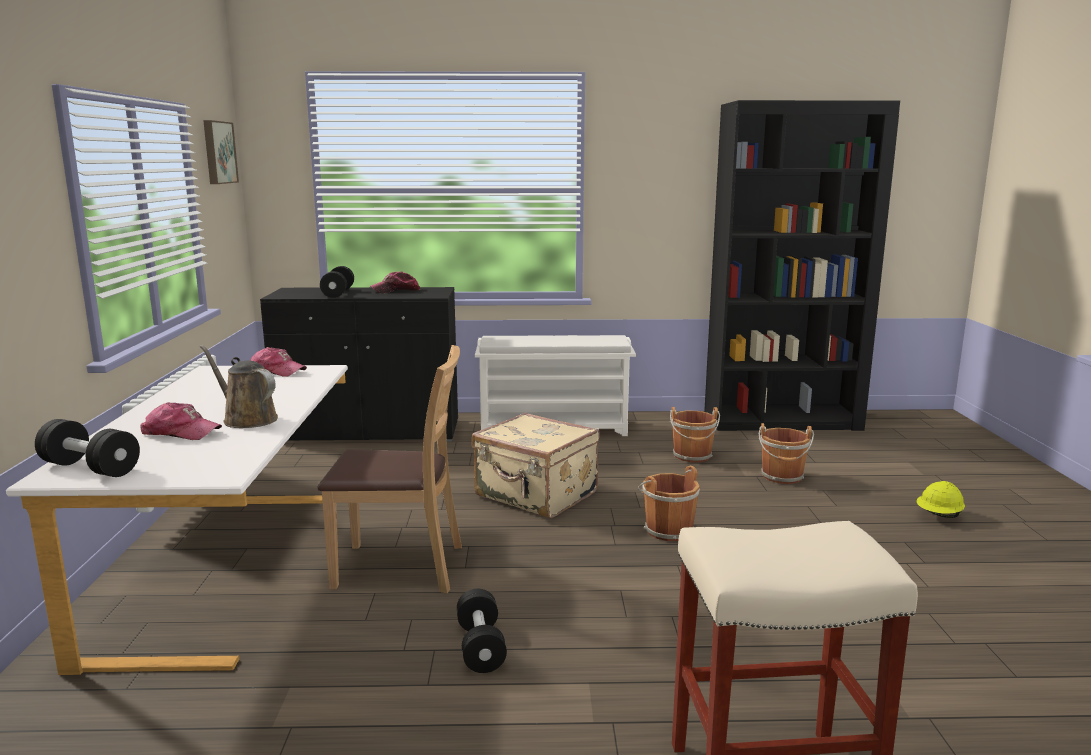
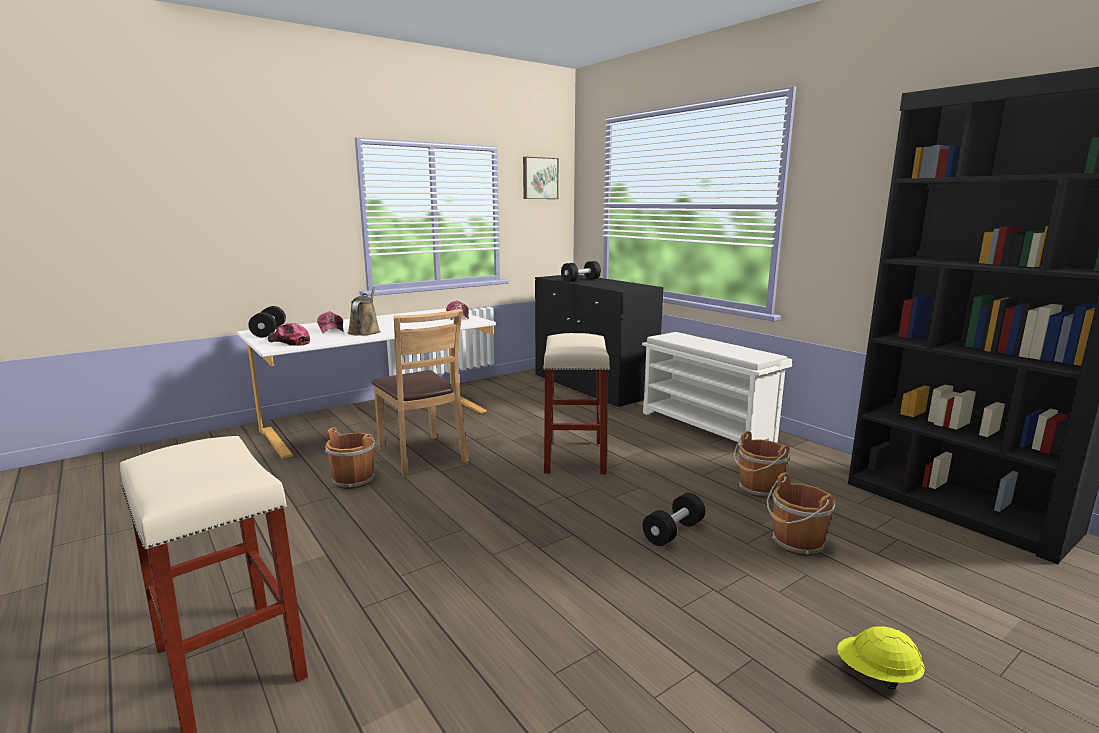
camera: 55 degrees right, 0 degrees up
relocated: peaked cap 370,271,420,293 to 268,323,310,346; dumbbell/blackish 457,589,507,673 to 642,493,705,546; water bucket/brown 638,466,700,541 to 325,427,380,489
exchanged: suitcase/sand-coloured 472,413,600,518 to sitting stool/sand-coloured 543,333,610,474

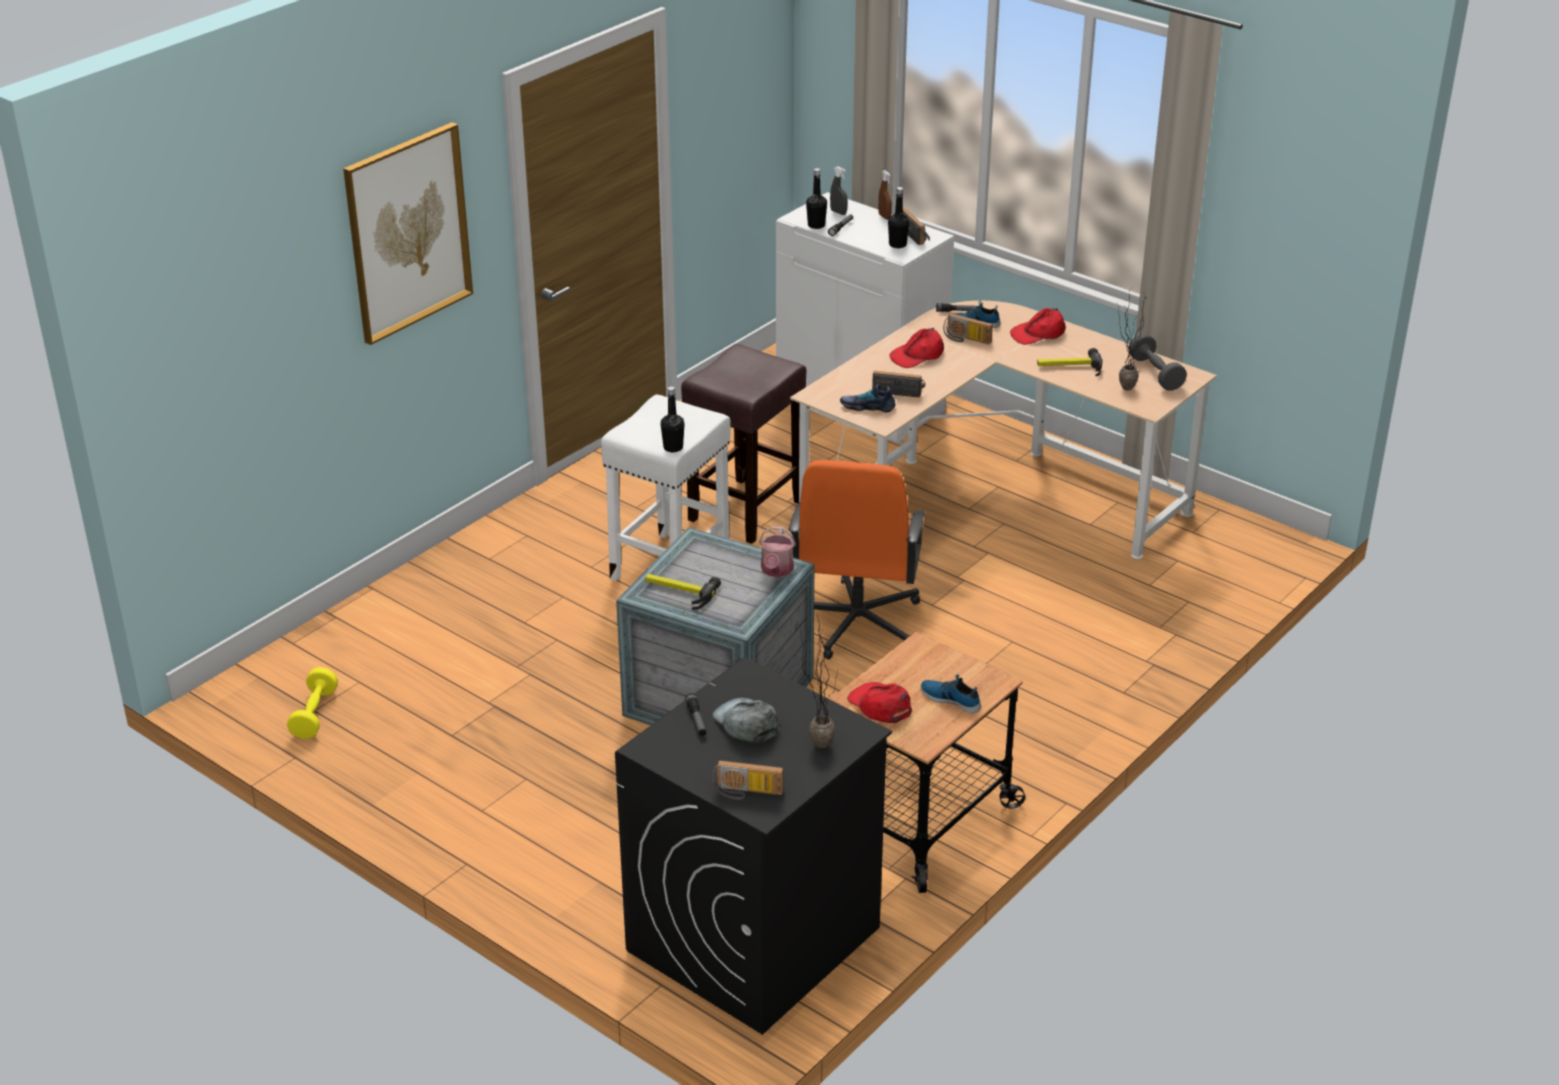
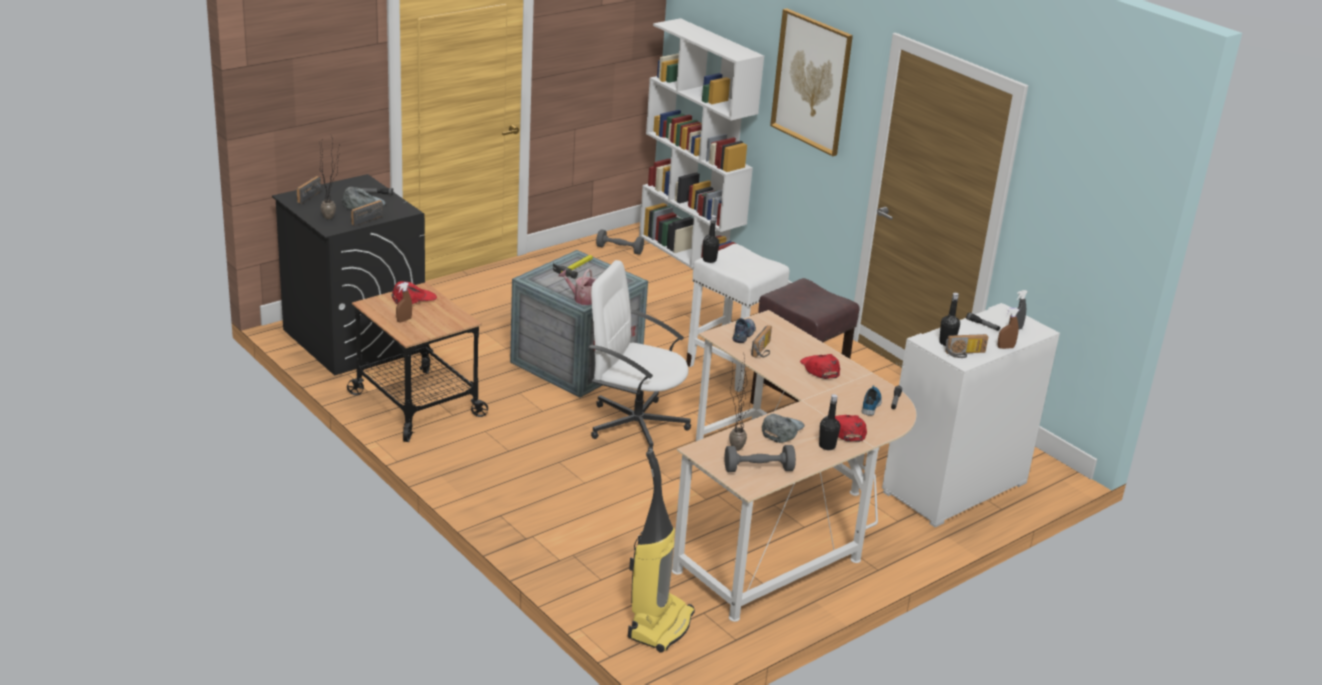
camera: 100 degrees right, 5 degrees down
appeared: hoover 628,450,695,653; shelving unit/white 639,18,764,269
relocated: drink bottle/blackish 806,168,827,229 to 819,394,841,450; radio receiver 943,313,993,344 to 351,200,383,226
exchanged: item of footwear 921,674,981,714 to sprayer/brown 396,282,412,322; hammer 1037,348,1103,377 to peaked cap/gray 762,414,805,443
colour: dumbbell/yellow 287,667,338,739 to dumbbell/gray 596,229,644,255; office chair/orange-coloured 789,460,926,660 to office chair/white 588,260,691,451

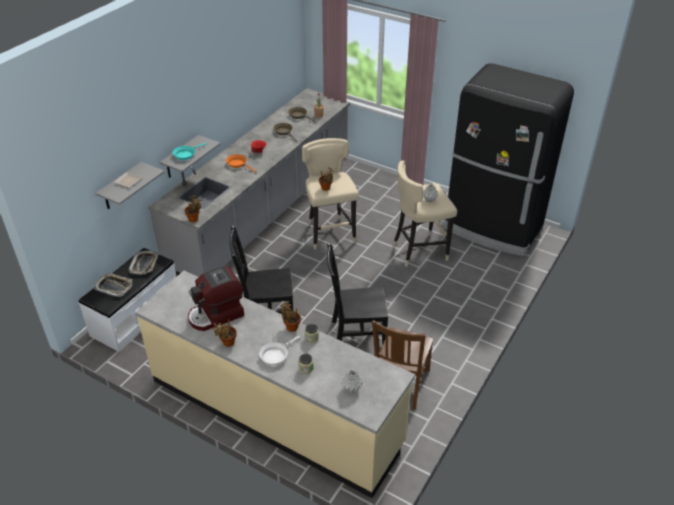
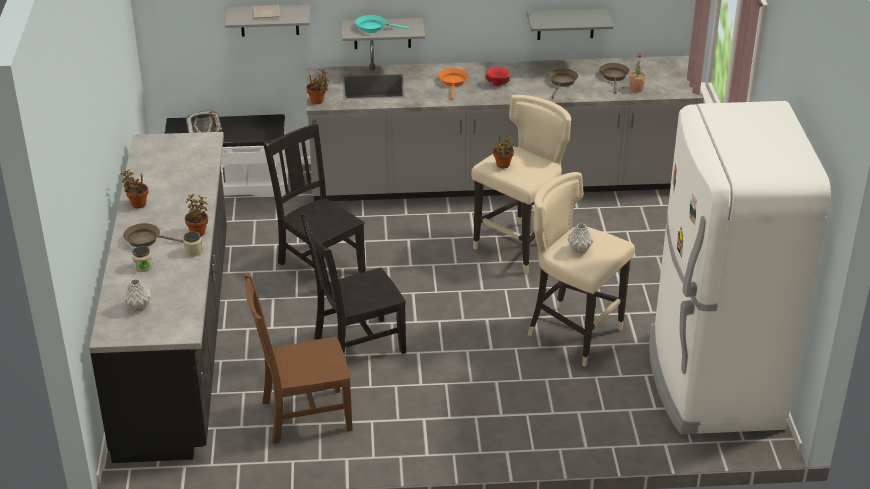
camera: 55 degrees right, 5 degrees down
missing: tray 129,251,159,275; coffee maker 188,266,244,331
appeared: bracket shelf/gray 527,9,613,40
colour: kitchen counter/sand-coloured 136,271,415,498 to kitchen counter/blackish 89,132,227,463; frying pan/white 259,336,300,365 to frying pan/brown 123,223,183,247; kitchen fridge/blackish 442,63,574,256 to kitchen fridge/white 649,101,831,434
spun: upright chair/blackish 327,243,388,346 = 300,212,406,354 75 degrees counterclockwise

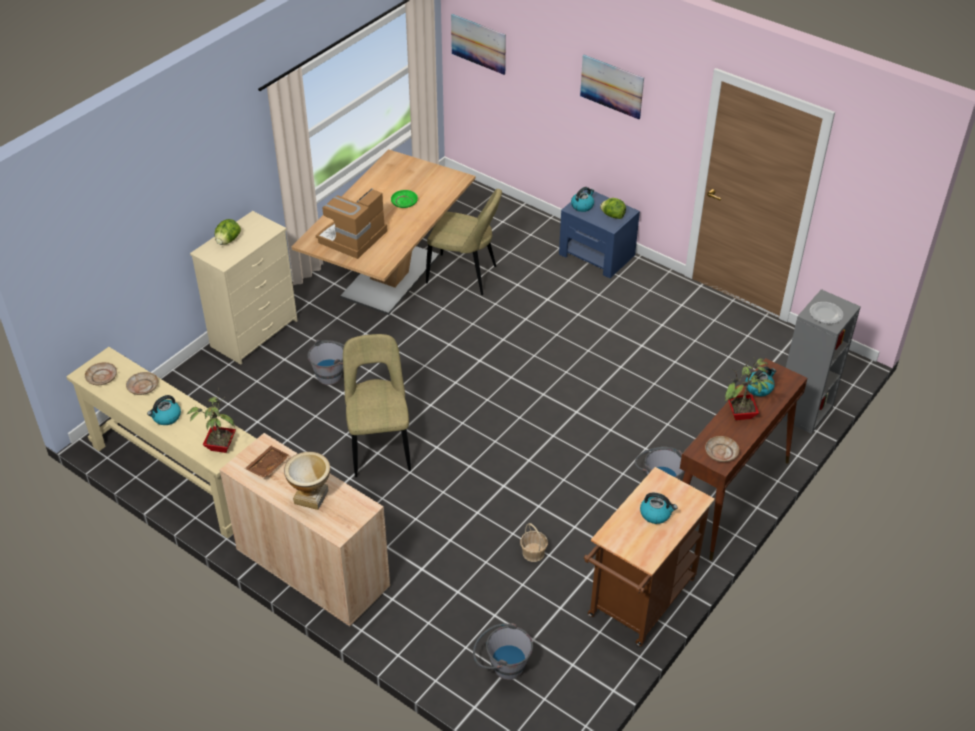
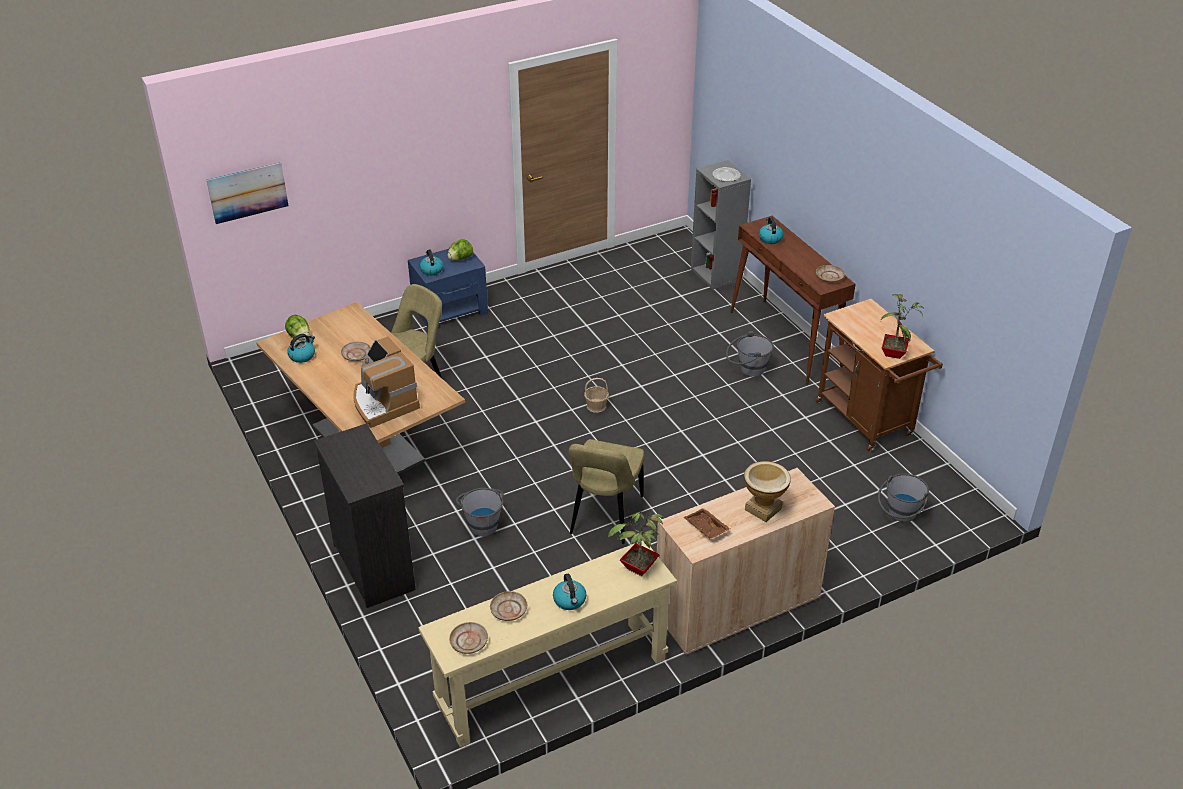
camera: 65 degrees left, 5 degrees down
missing: wall art 580,55,644,120
relocated: lettuce head 215,219,241,245 to 285,315,309,340; household basket 520,523,548,562 to 584,378,609,413; water kettle 640,493,677,524 to 287,334,315,363; houseplant 725,358,774,420 to 880,294,923,359
colour: drawer chest/sand-coloured 190,211,298,365 to drawer chest/blackish 314,423,416,608; plate/green-coloured 391,190,418,208 to plate/sand-coloured 341,341,370,361
spun: upright chair/sand-coloured 343,334,411,477 = 569,439,644,544 90 degrees counterclockwise

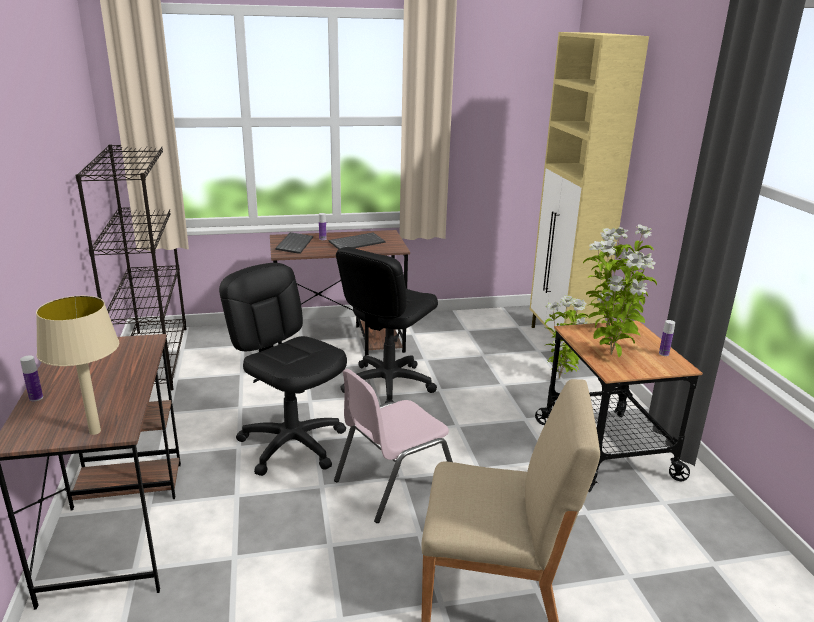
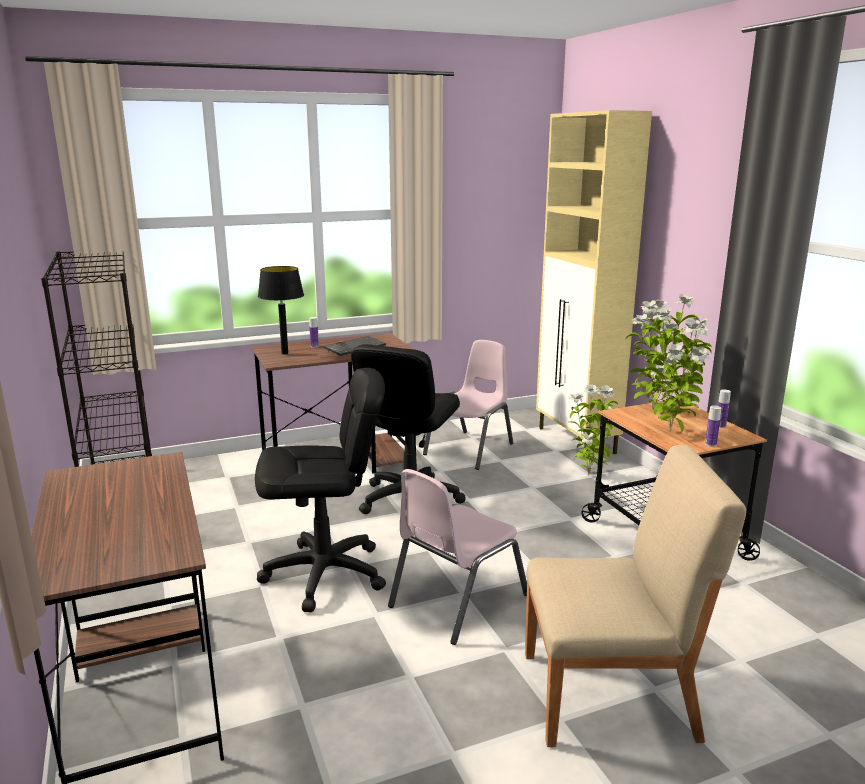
camera: 10 degrees left, 5 degrees down
missing: table lamp/sand-coloured 36,296,119,435
appeared: upright chair/pink-coloured 423,340,513,470
relocated: drink bottle 20,355,43,401 to 705,405,721,447
exchanged: PC keyboard 275,232,313,254 to table lamp/blackish 258,266,304,355
spun: office chair/blackish 219,263,347,476 = 255,368,386,612 135 degrees clockwise

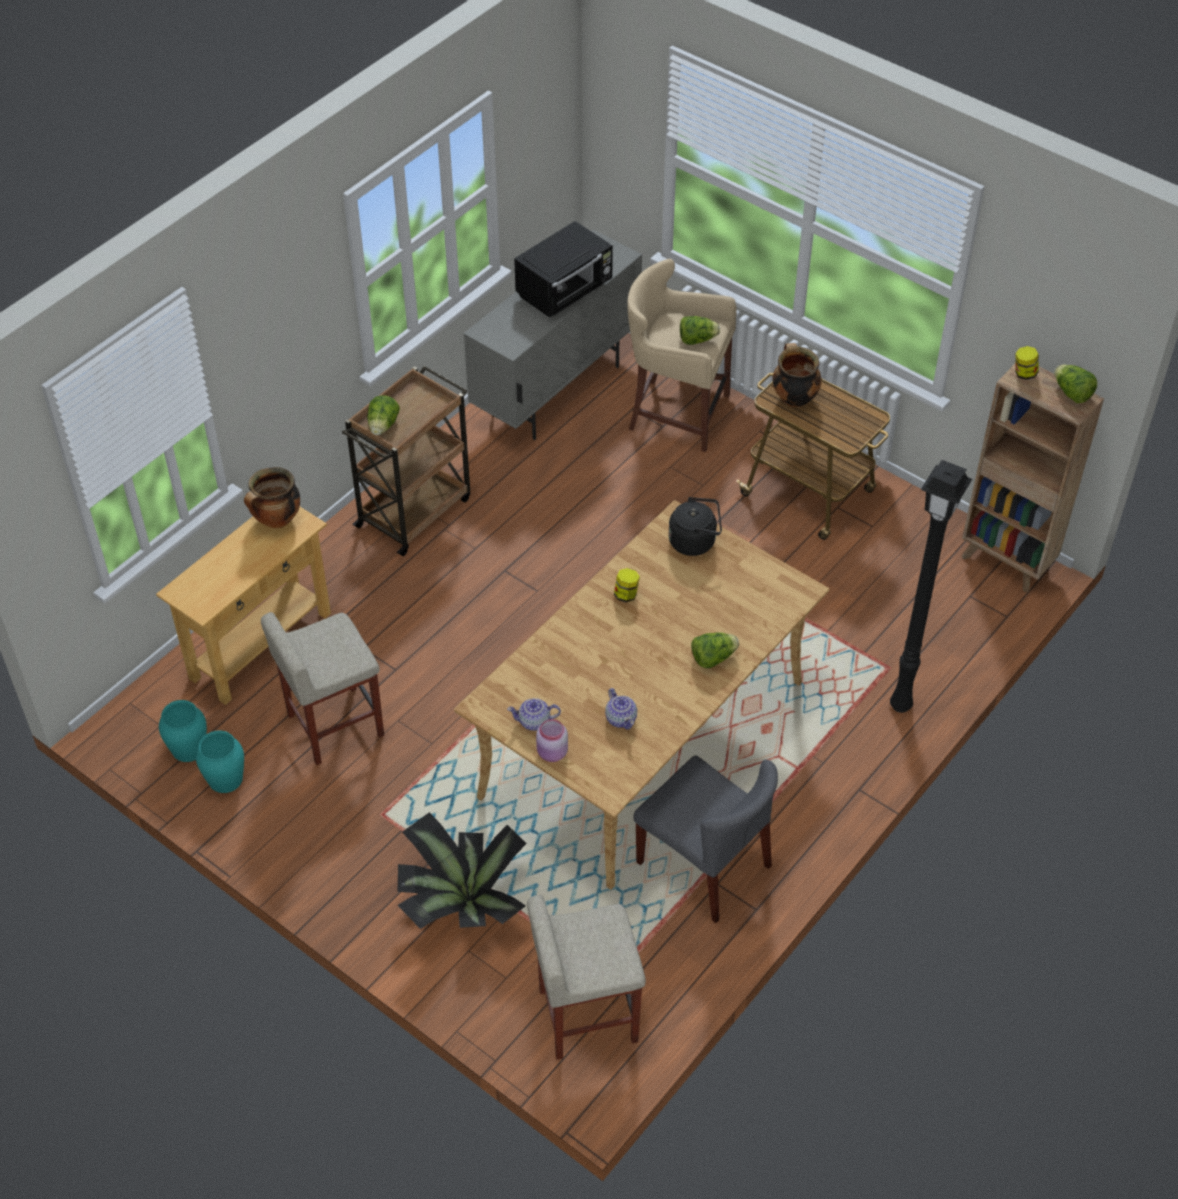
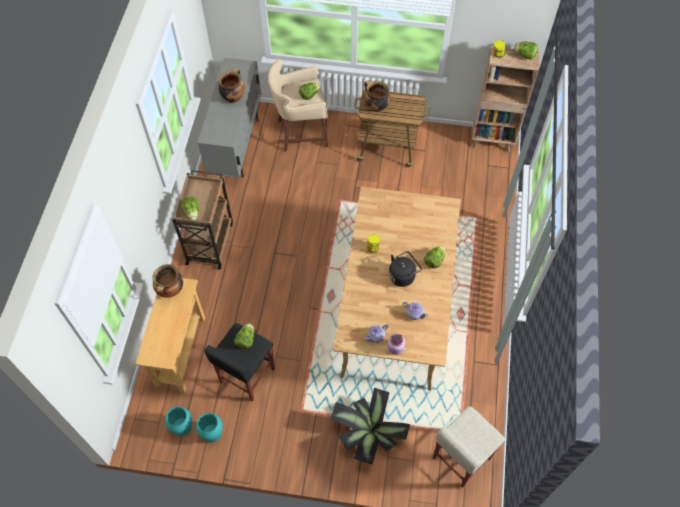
camera: 30 degrees left, 10 degrees up
missing: upright chair/gray 633,755,778,923; standing lamp/blackish 890,460,972,713
appeared: lettuce head 234,323,254,349
relocated: water kettle/blackish 669,497,722,556 to 389,251,422,287
exchanged: microwave oven/blackish 514,221,613,317 to saucepot 218,68,245,103
colour: sitting stool/sand-coloured 261,612,384,765 to sitting stool/blackish 204,323,275,402

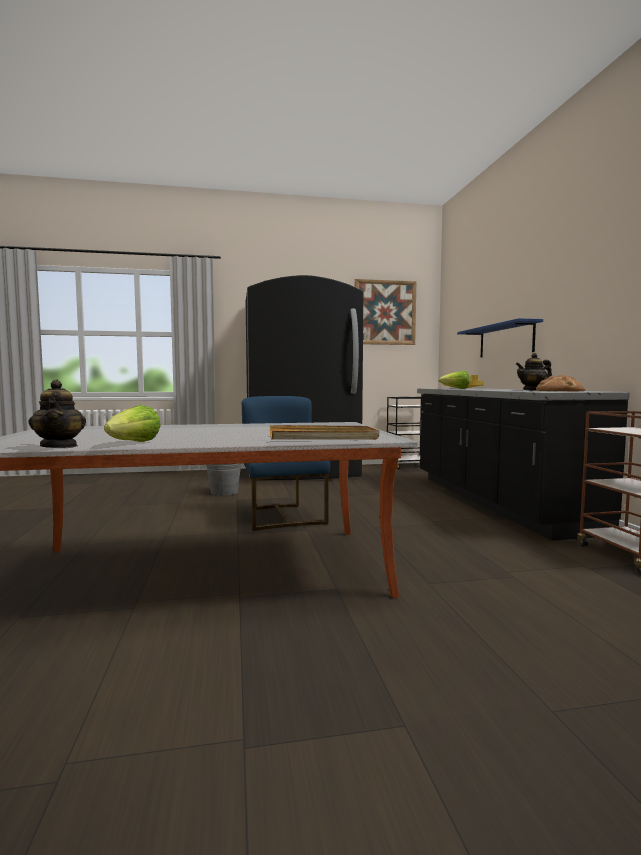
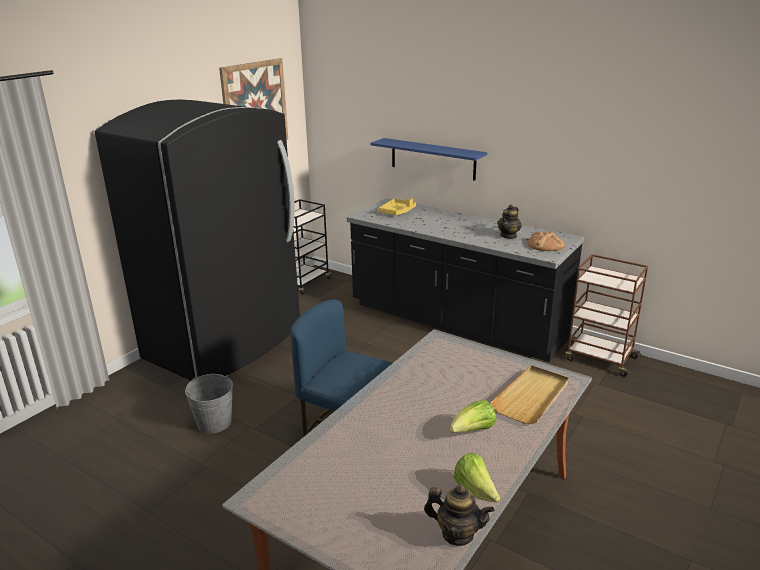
camera: 45 degrees left, 20 degrees up
relocated: lettuce head 438,371,469,389 to 450,400,496,433

